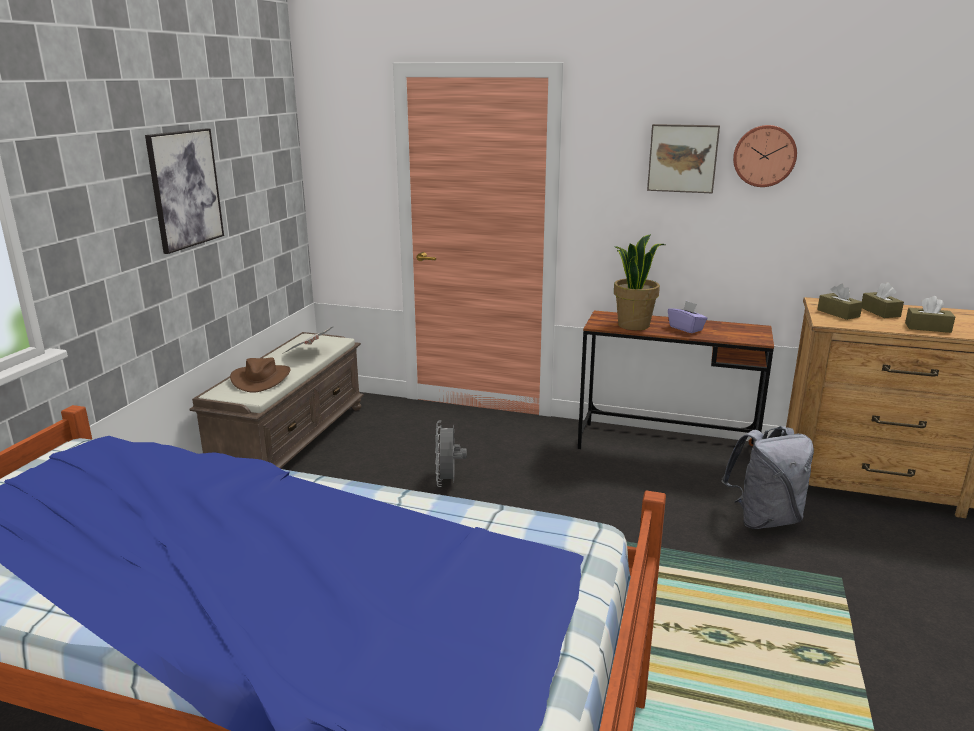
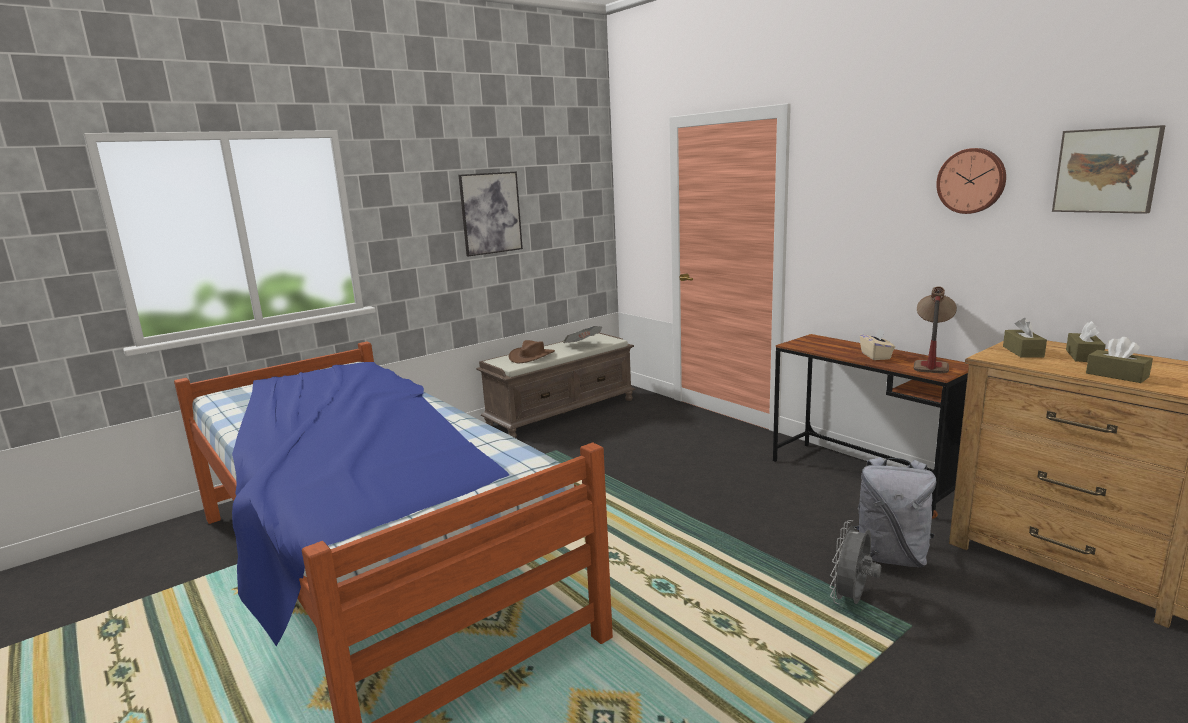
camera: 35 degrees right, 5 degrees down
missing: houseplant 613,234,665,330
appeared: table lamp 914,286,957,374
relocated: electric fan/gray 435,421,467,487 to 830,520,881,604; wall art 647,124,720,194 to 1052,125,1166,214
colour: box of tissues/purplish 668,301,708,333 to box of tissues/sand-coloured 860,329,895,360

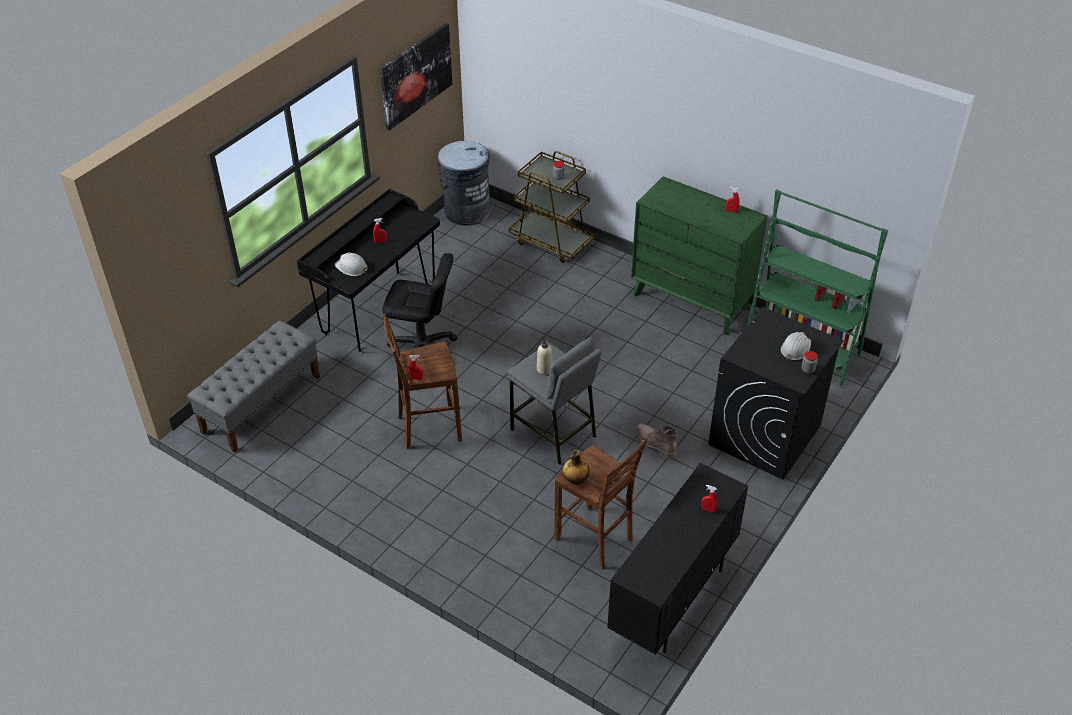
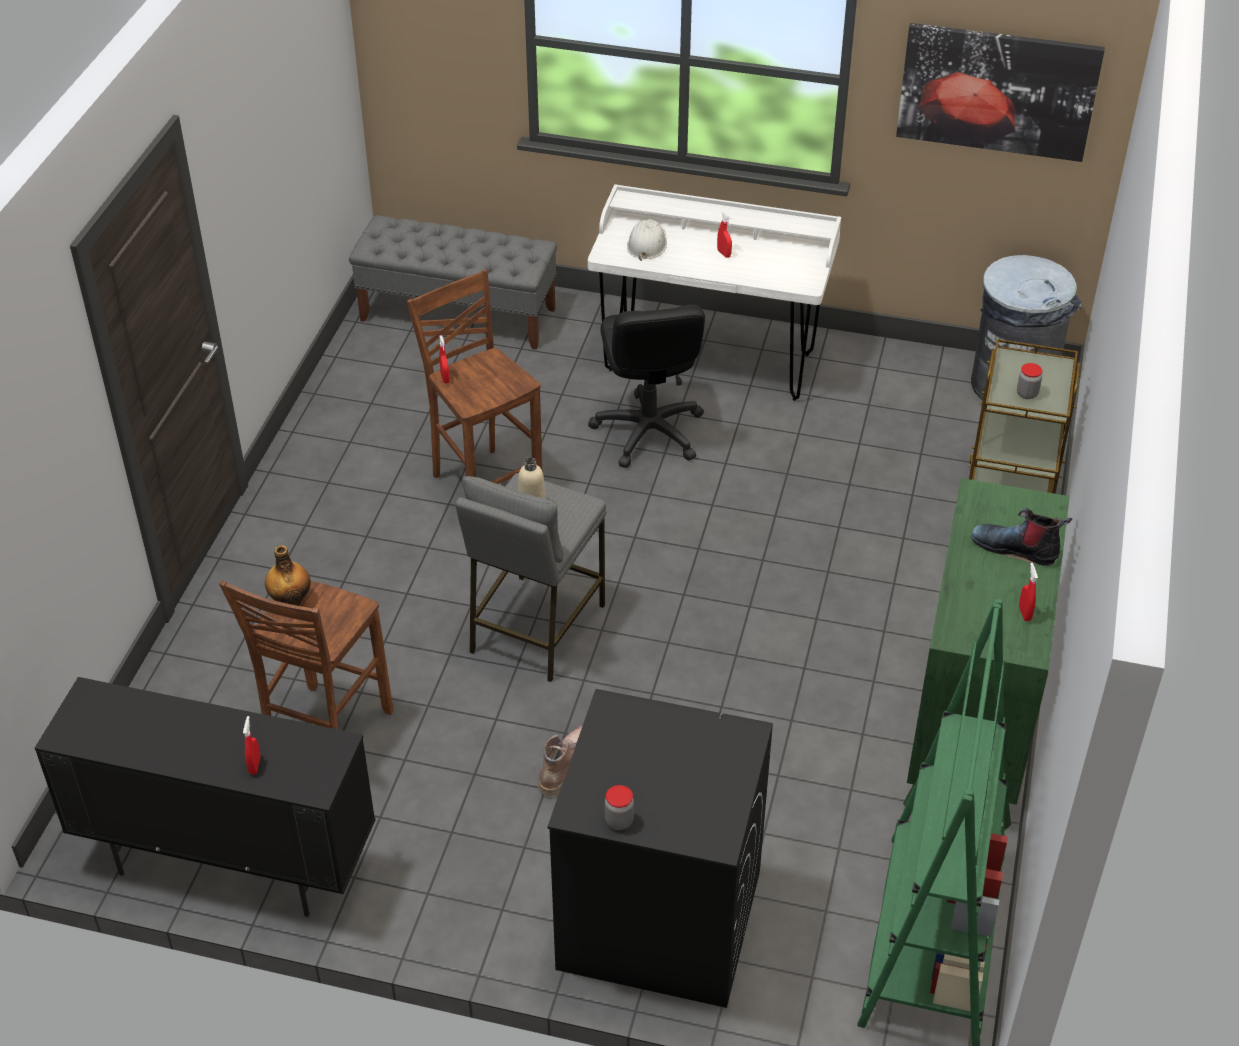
camera: 70 degrees right, 0 degrees up
missing: work helmet/white 781,332,811,360
appeared: tall boot 971,508,1072,566
colour: desk unit/blackish 297,189,440,352 to desk unit/white 588,184,841,401

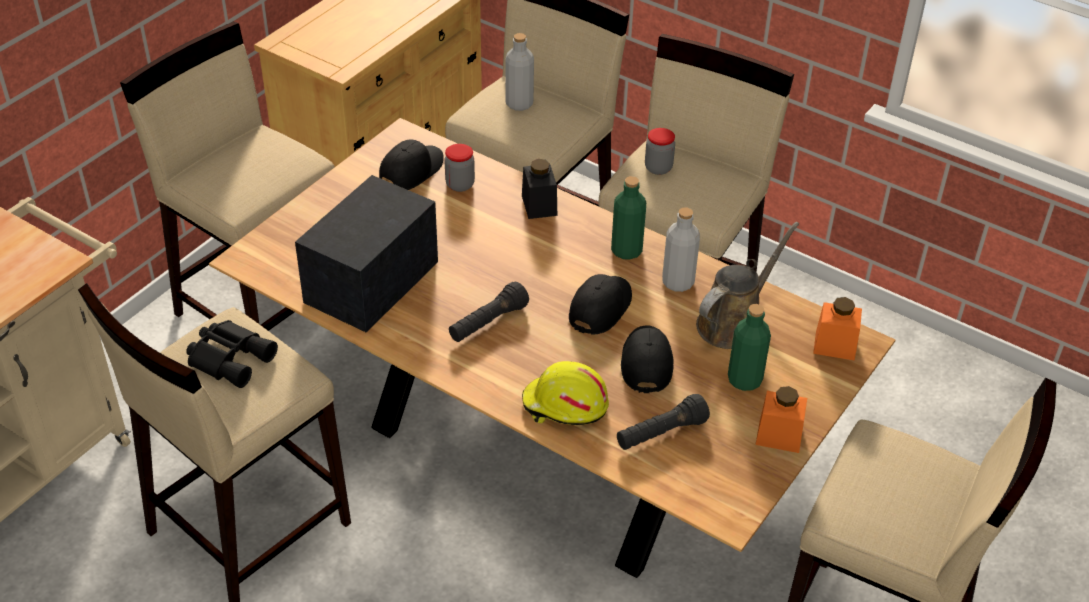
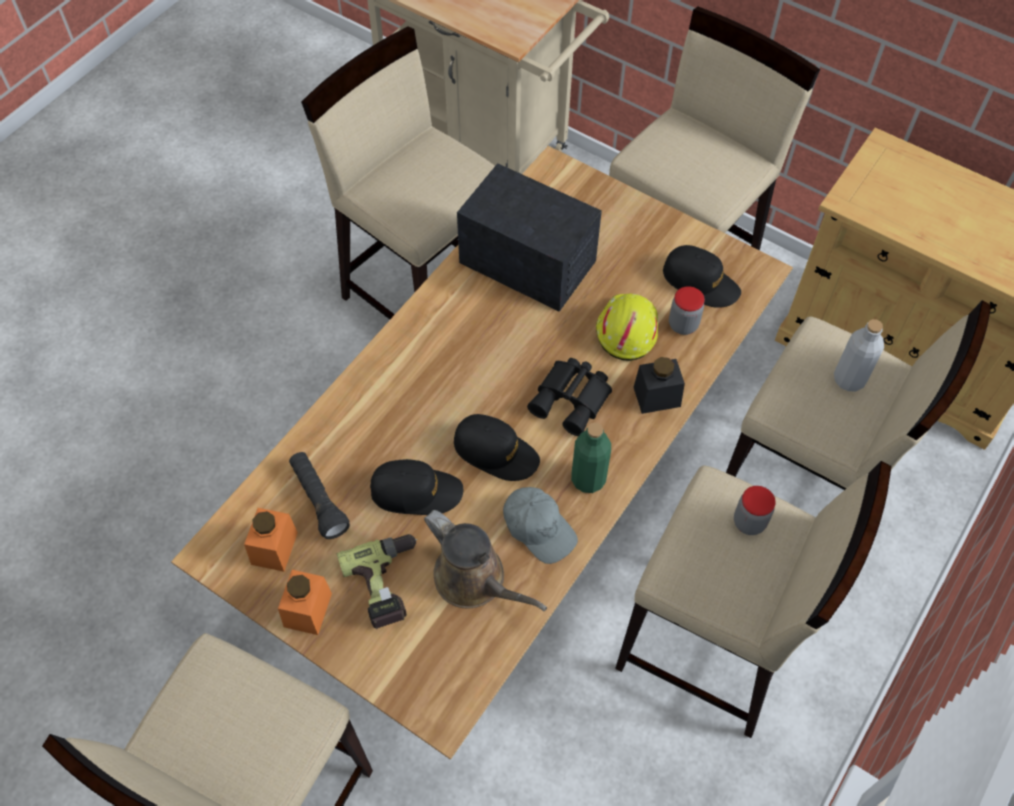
camera: 90 degrees right, 15 degrees up
missing: hand torch/blackish 449,282,529,342
relocated: field glasses/blackish 186,320,278,388 to 527,358,612,436; work helmet/yellow 522,361,609,425 to 596,294,658,361; preserve jar/orange-coloured 813,297,862,361 to 244,508,298,572
exchanged: drink bottle/gray 662,207,700,292 to peaked cap/gray 503,487,578,564; drink bottle/green-coloured 728,304,771,391 to drill 337,534,418,629

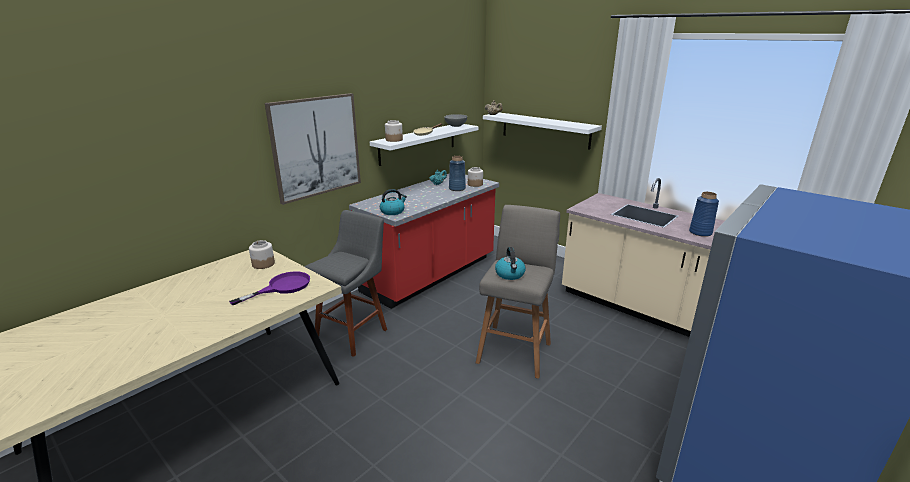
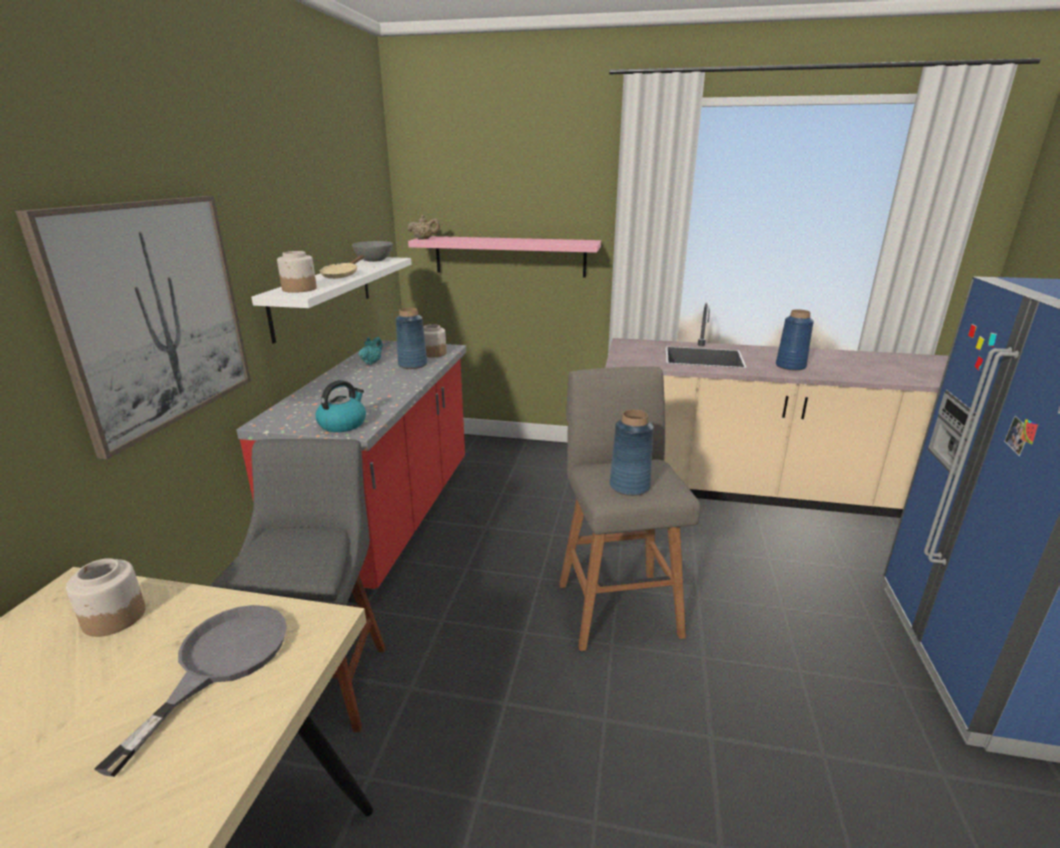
camera: 30 degrees left, 0 degrees up
exchanged: water kettle 495,247,526,280 to vase/blue-coloured 609,410,654,496
colour: frying pan/purplish 229,271,310,305 to frying pan/gray 94,605,287,777; bracket shelf/white 483,112,602,150 to bracket shelf/pink-coloured 408,236,601,278

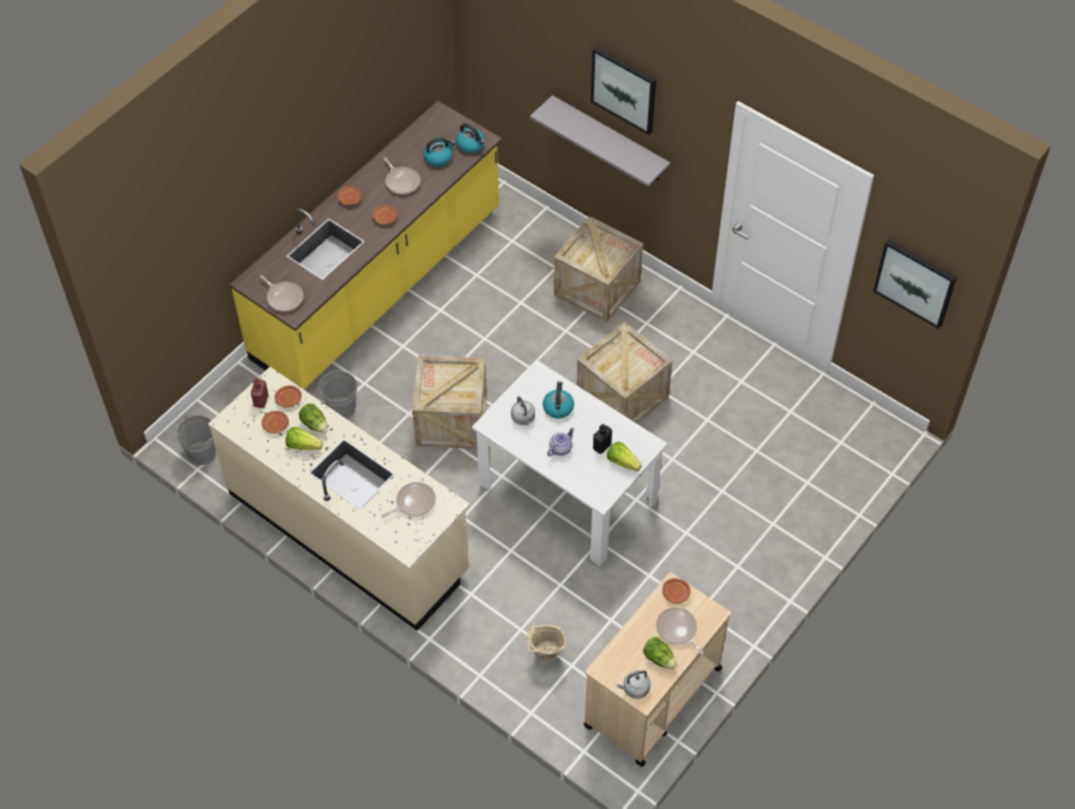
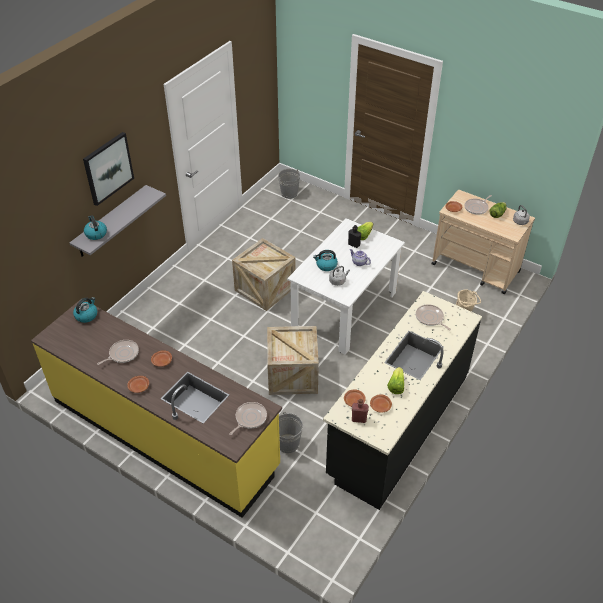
camera: 95 degrees left, 10 degrees down
missing: lettuce head 299,403,328,433; shipping crate 554,216,643,323; wall art 873,239,957,329
relocated: water bucket/gray 177,415,217,465 to 278,168,300,199; water kettle 423,138,455,167 to 84,215,107,240
colour: kitchen counter/sand-coloured 208,367,470,631 to kitchen counter/blackish 323,291,482,510

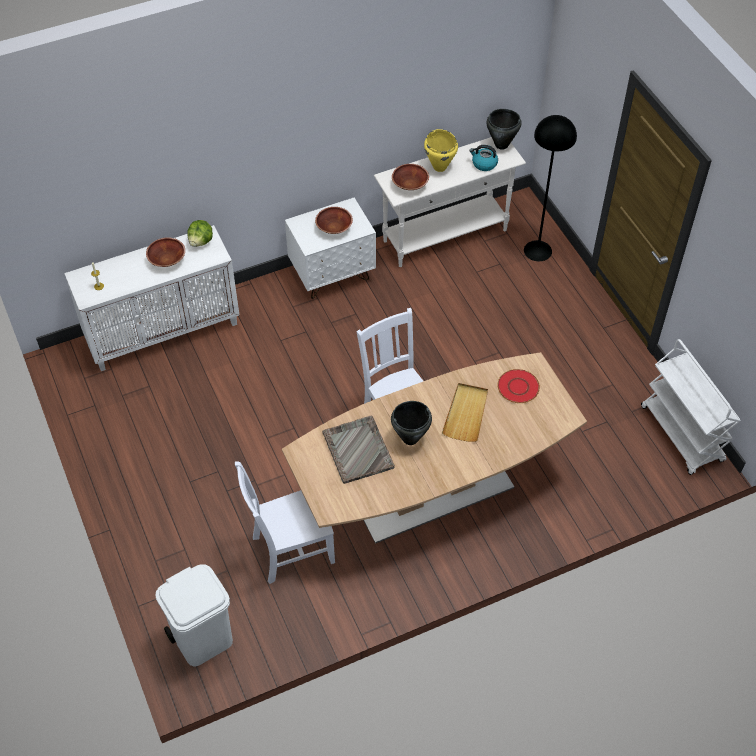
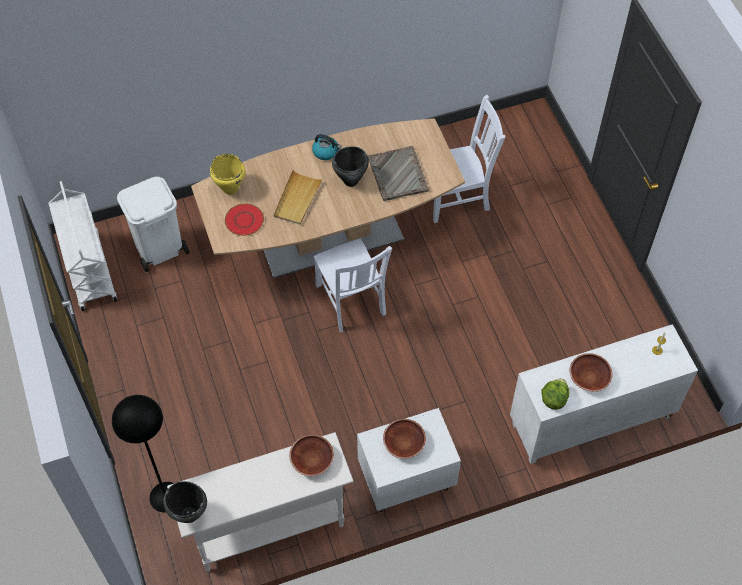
camera: 175 degrees left, 5 degrees up
relocated: trash can/white 155,564,233,666 to 117,177,190,272; saucepot/yellow 424,129,458,172 to 210,154,245,195; water kettle 469,145,498,171 to 312,134,341,160

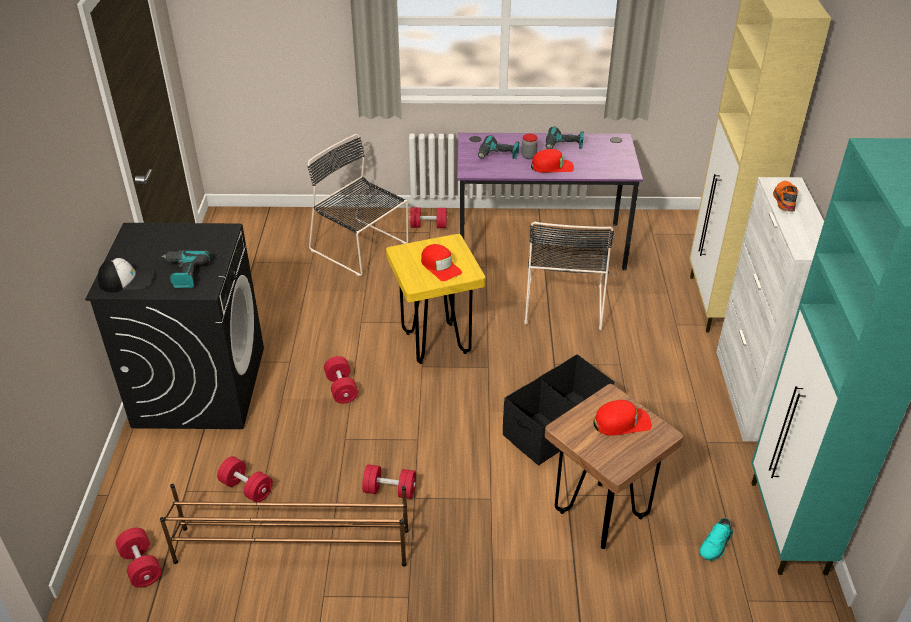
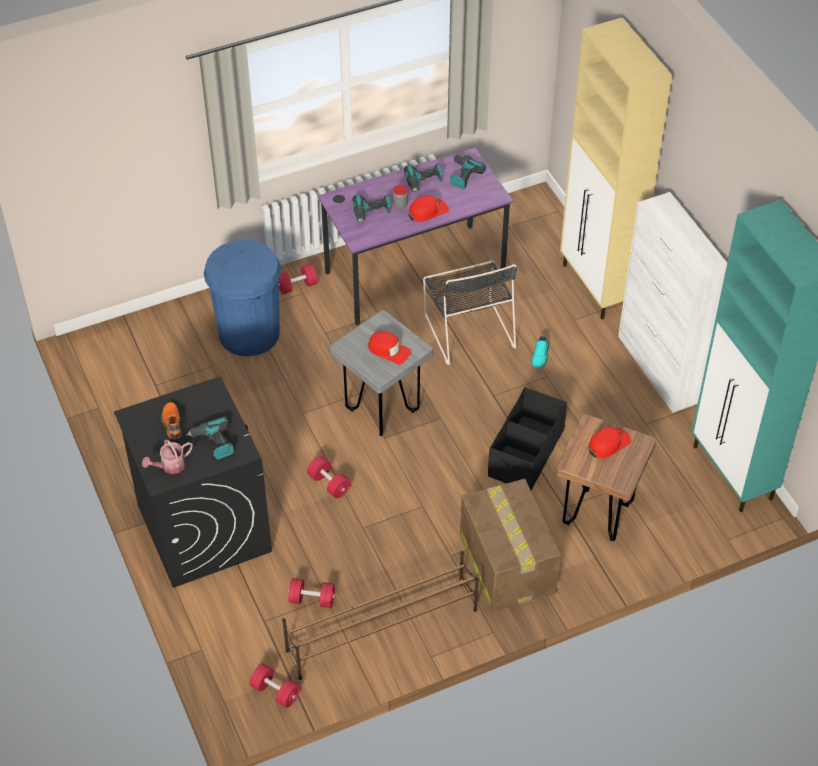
camera: 25 degrees left, 10 degrees up
missing: dumbbell/red 362,464,416,499
appeared: drill 450,155,486,189; carton 460,479,561,611
relocated: item of footwear/turquoise-coloured 699,518,733,561 to 532,335,549,369; item of footwear/orange-coloured 773,181,798,212 to 161,402,182,439
exchanged: peaked cap 98,258,154,293 to watering can 142,439,193,474; upright chair/blackish 308,134,408,276 to trash can/blue-coloured 204,240,281,357
colour: sitting stool/yellow 386,234,485,364 to sitting stool/gray 330,310,433,436

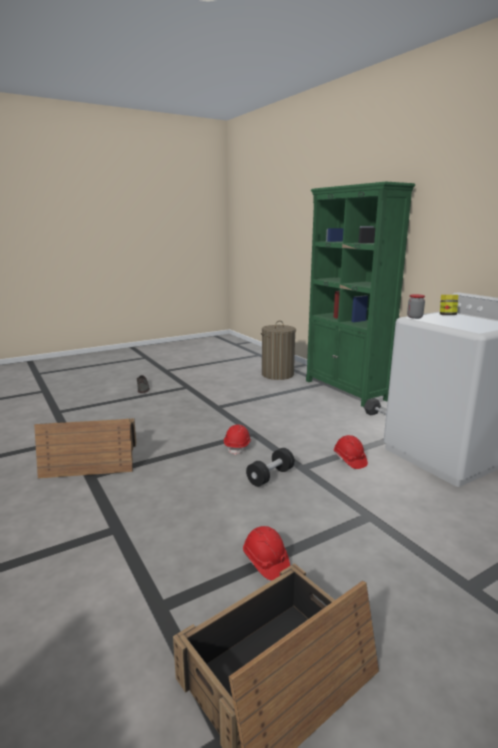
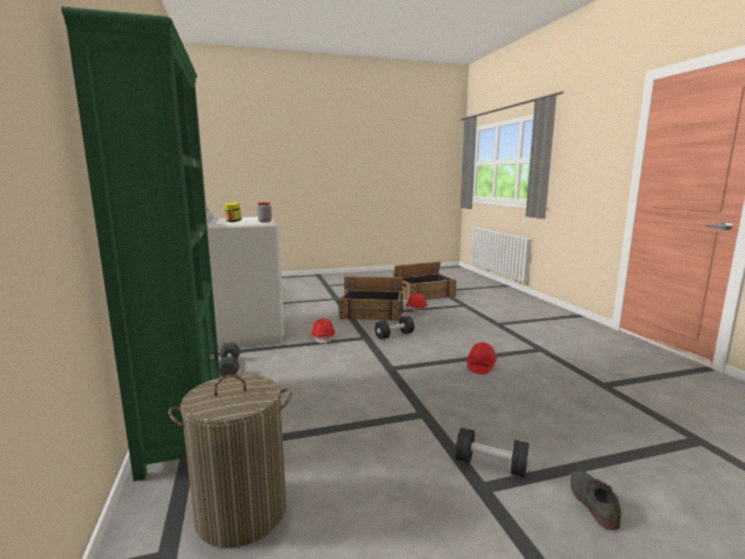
camera: 165 degrees left, 5 degrees down
appeared: dumbbell/blackish 455,428,529,478
relocated: shipping crate 34,418,136,478 to 339,276,403,321; work helmet/red 224,425,251,455 to 467,342,497,375

